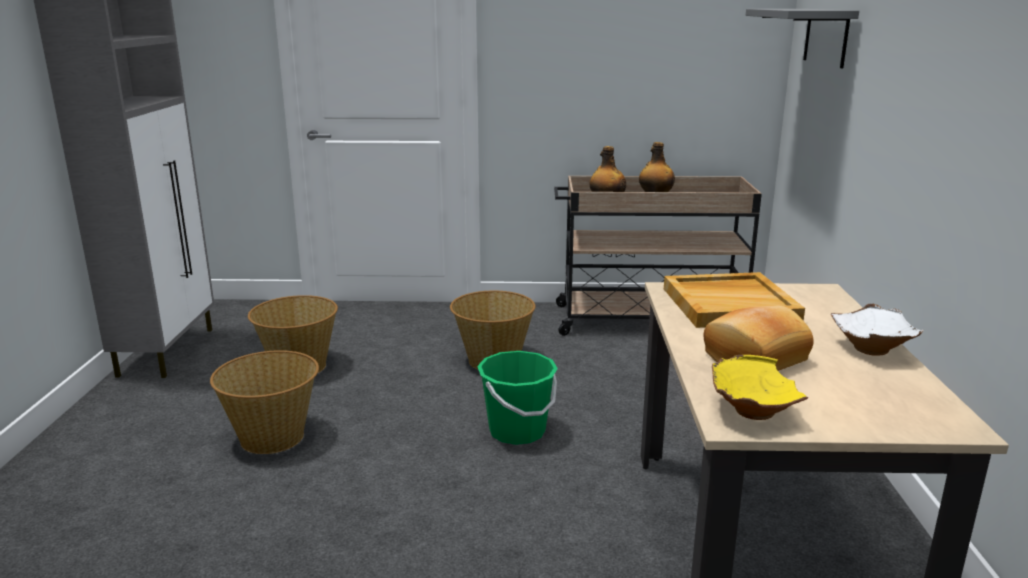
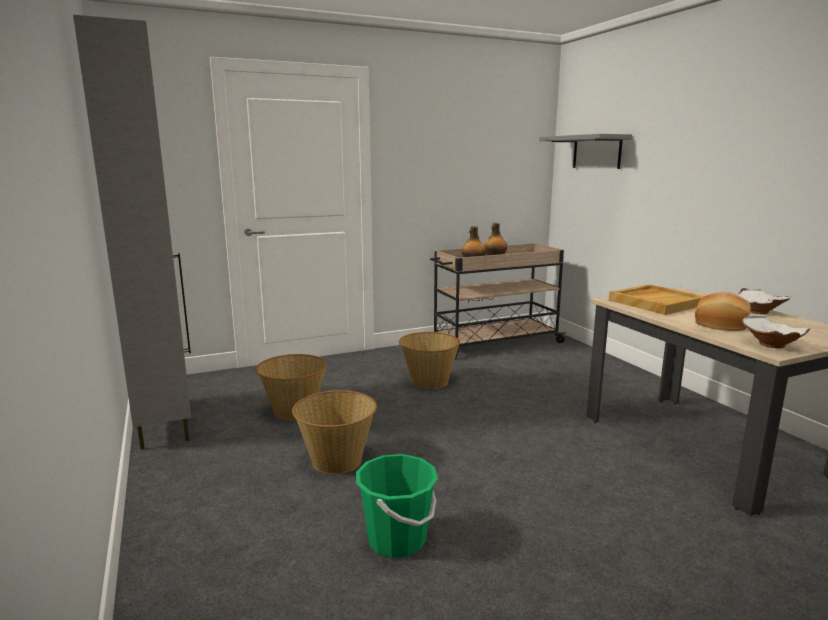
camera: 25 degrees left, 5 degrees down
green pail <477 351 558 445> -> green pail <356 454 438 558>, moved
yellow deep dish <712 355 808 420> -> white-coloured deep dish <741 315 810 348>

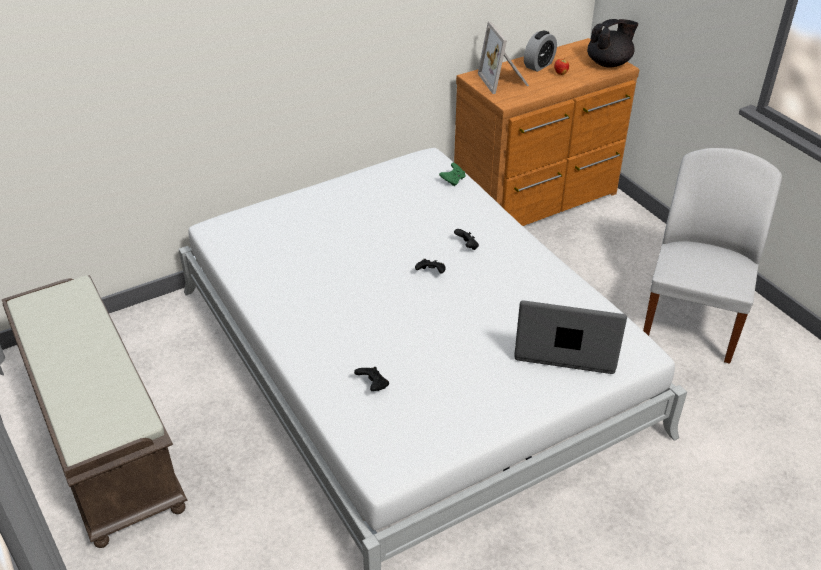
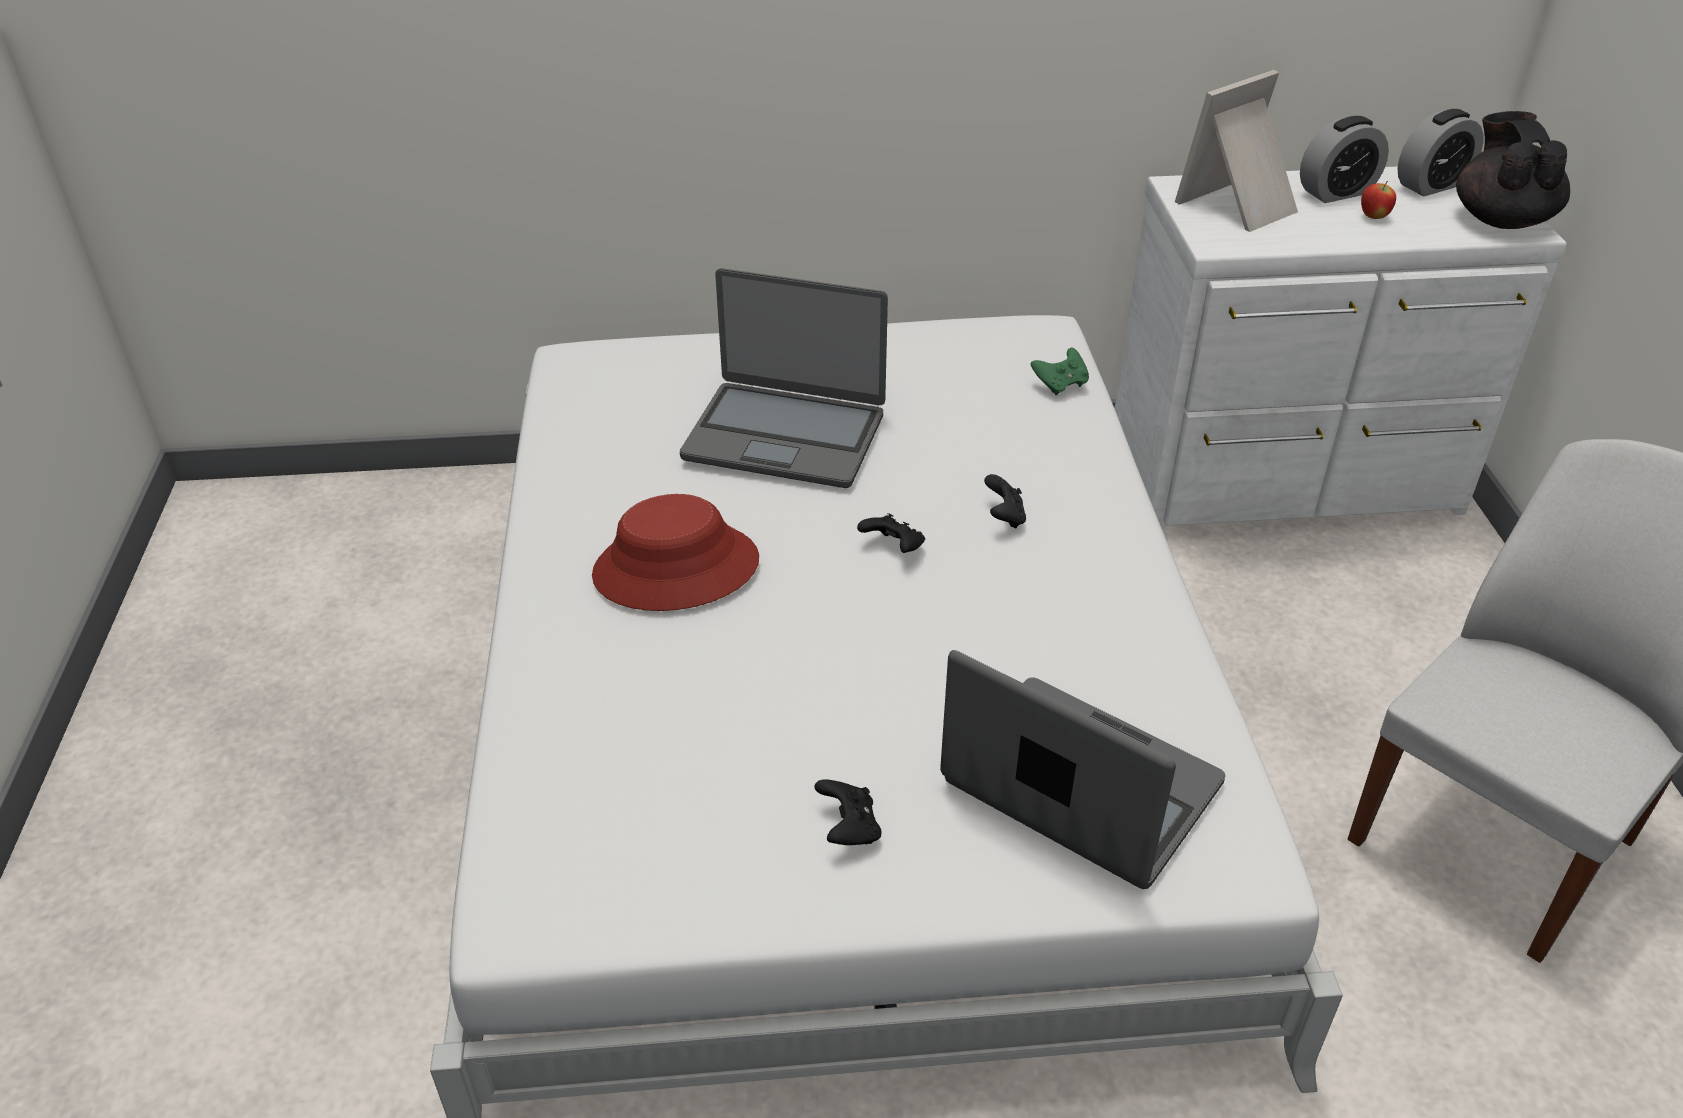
camera: 25 degrees right, 0 degrees up
brown indoor bench <2 275 187 548> -> none
none -> red-coloured wearable hat <592 494 759 611>
none -> notebook computer <680 268 888 488>
none -> table clock <1398 109 1483 196>
blackish gamepad <354 366 389 391> -> blackish gamepad <815 780 882 845>, moved
brown dresser <454 38 639 226> -> white-coloured dresser <1115 166 1566 526>
picture frame <478 21 529 94> -> picture frame <1175 70 1298 232>, 45 degrees clockwise
blackish teapot <587 19 638 68> -> blackish teapot <1456 111 1570 229>, 90 degrees counterclockwise

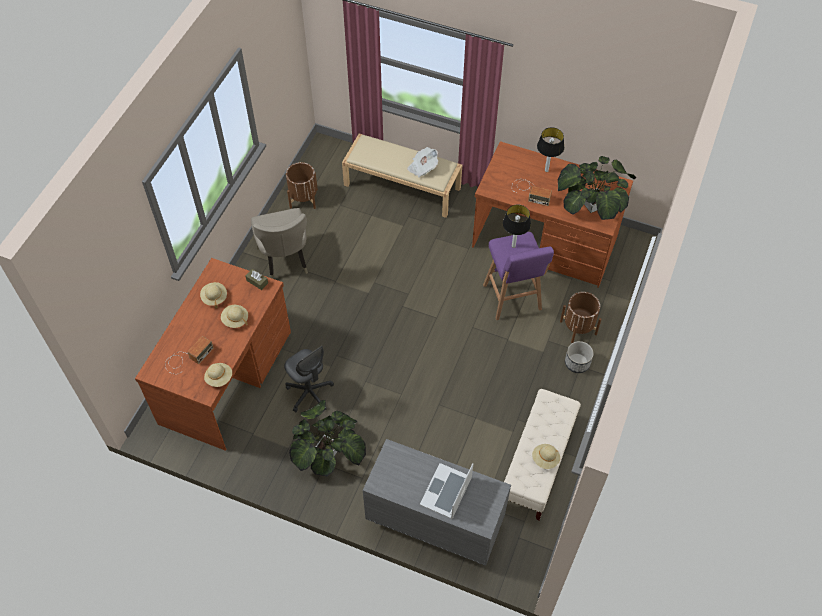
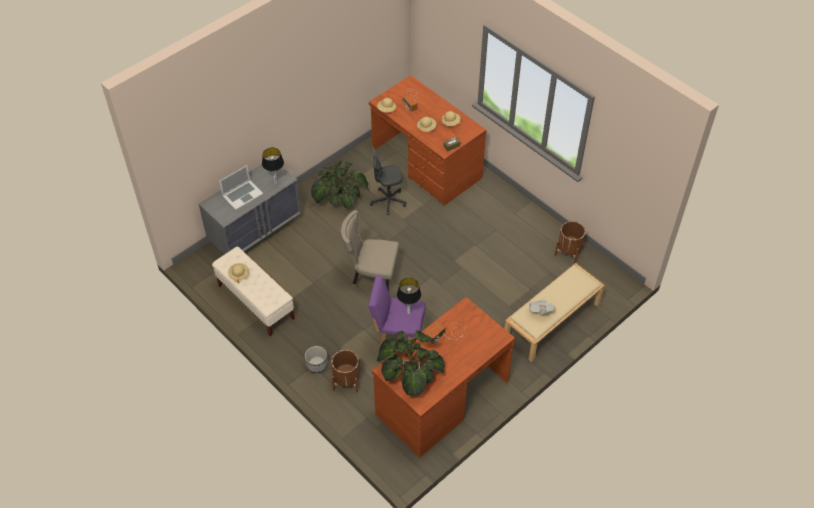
camera: 115 degrees right, 5 degrees down
beige plain chair <251 208 308 279> -> beige plain chair <341 210 399 291>, moved
lamp for a table <537 127 564 172> -> lamp for a table <262 148 284 184>, moved
notebook computer <420 463 473 519> -> notebook computer <219 165 263 210>, 90 degrees clockwise

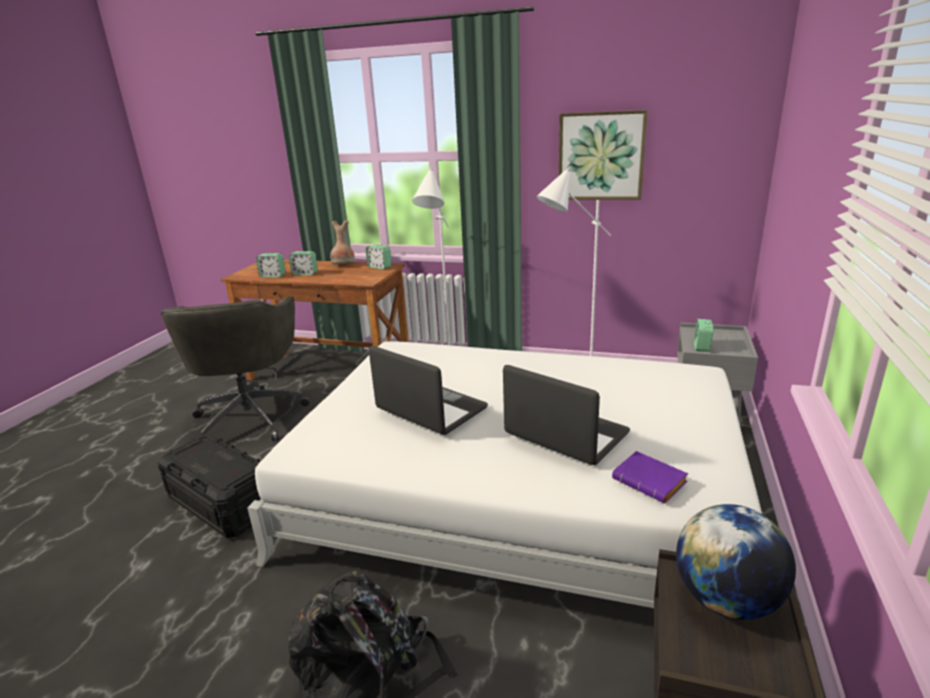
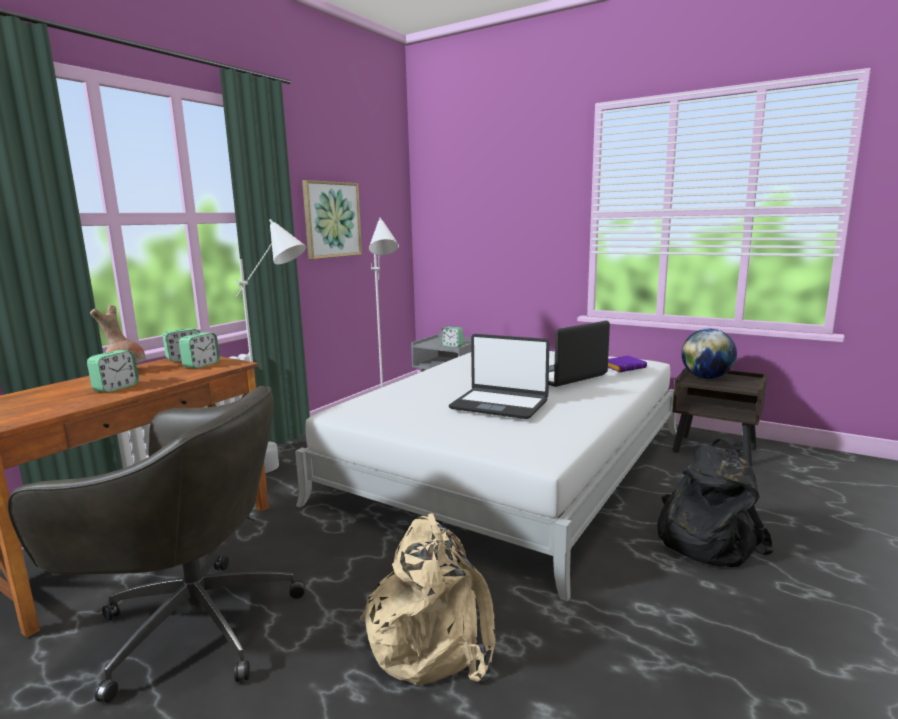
camera: 75 degrees left, 10 degrees down
table clock <256 253 286 278> -> table clock <179 332 220 369>, moved
blackish storage box <158 435 261 538> -> beige knapsack <360 513 496 685>
notebook computer <369 346 488 435> -> notebook computer <449 334 549 419>, 120 degrees counterclockwise

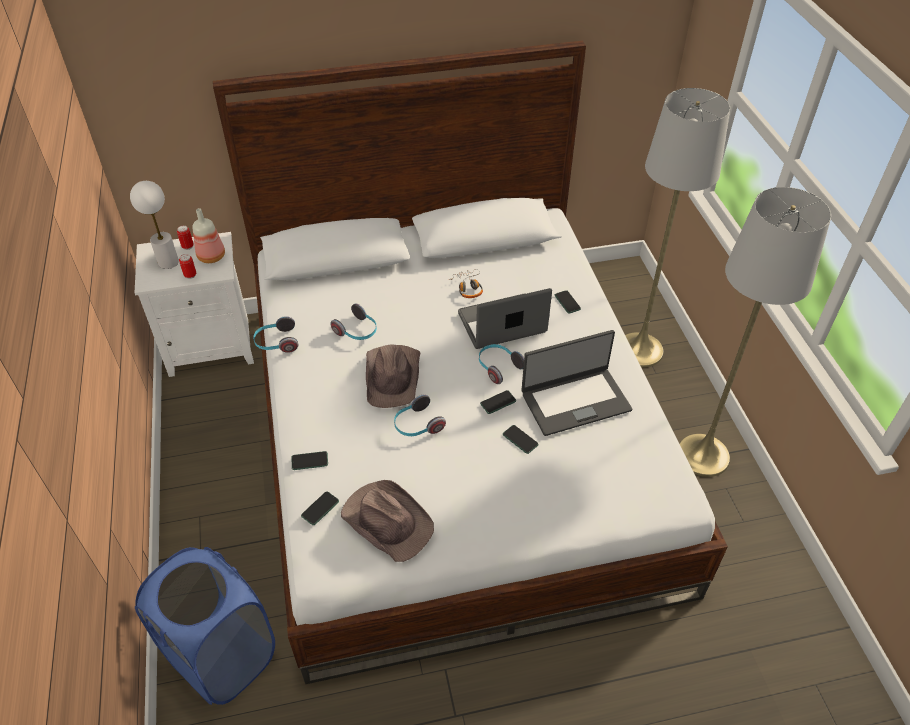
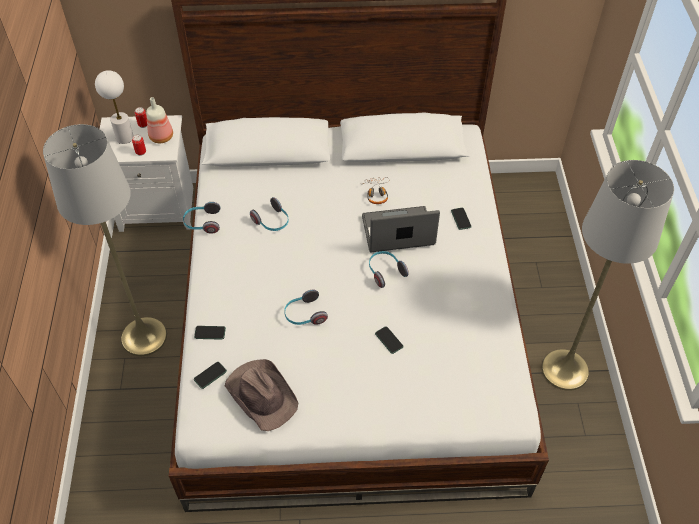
camera: 10 degrees right, 5 degrees up
blue-coloured washing basket <135 547 275 705> -> none
brown wearable hat <366 344 420 408> -> none
handset <480 390 516 414> -> none
notebook computer <521 330 632 436> -> none
grey standing lamp <625 88 730 368> -> grey standing lamp <43 124 167 356>, moved

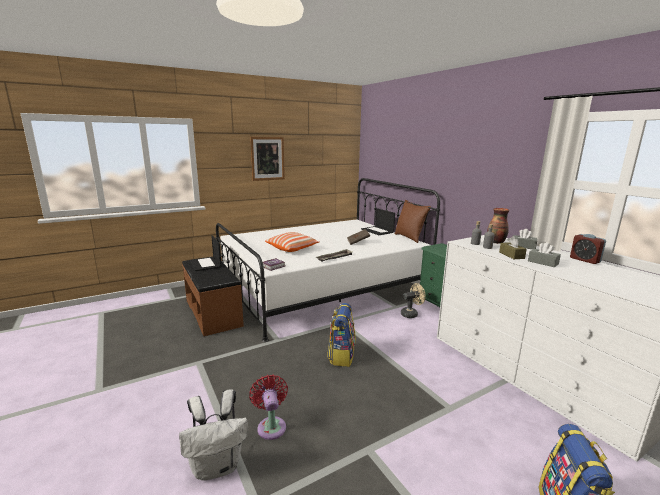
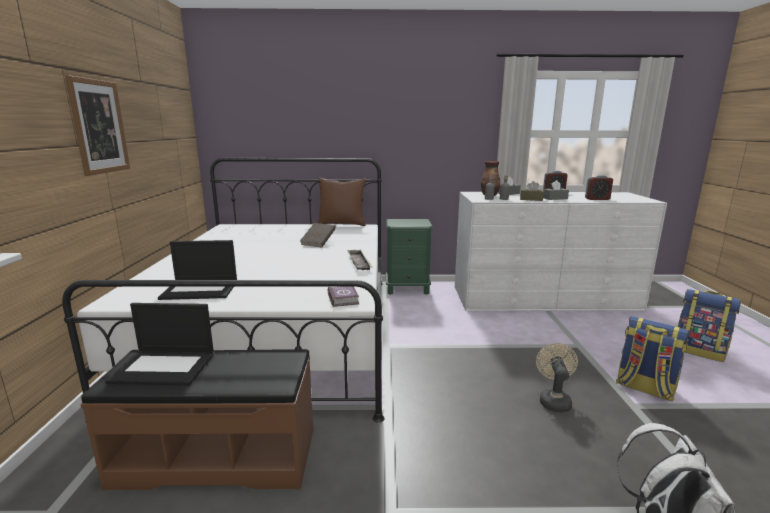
camera: 60 degrees left, 0 degrees up
red-coloured cooling fan <249 375 288 440> -> none
throw pillow <265 232 319 252> -> none
none -> table clock <585 175 613 200>
knapsack <327 303 356 367> -> knapsack <616 316 690 402>, moved
notebook computer <361 208 395 235> -> notebook computer <158 240 237 300>, moved
beige cooling fan <401 283 426 318> -> beige cooling fan <536 343 578 412>, moved

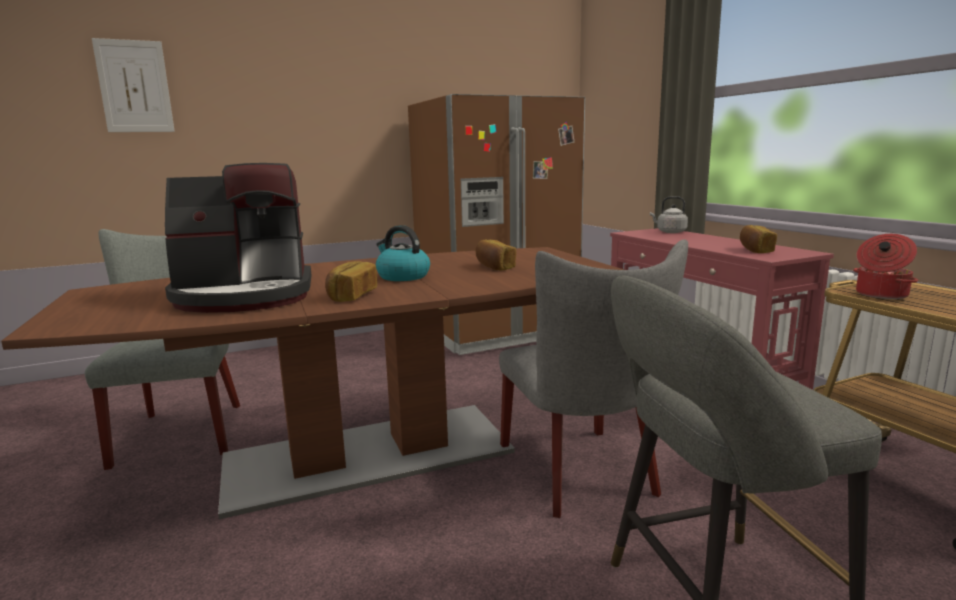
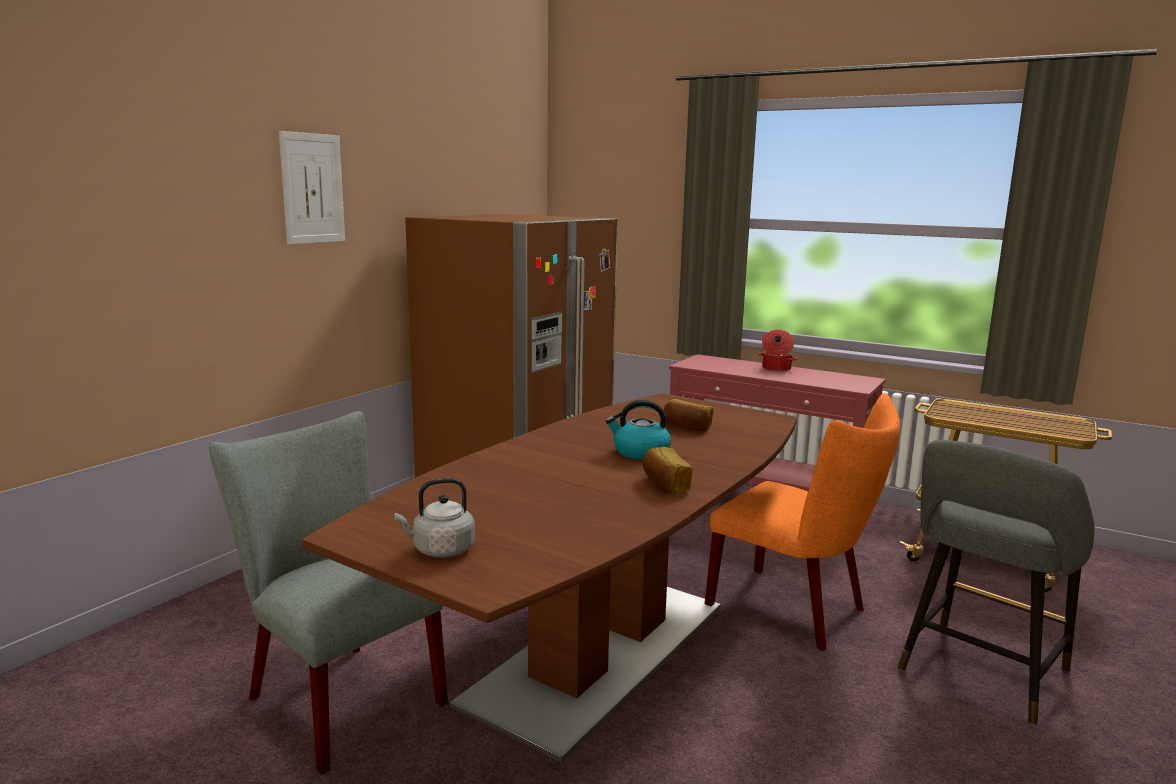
camera: 35 degrees left, 0 degrees up
coffee machine <165 163 311 313> -> none
bakery bread <740 225 777 253> -> none
picture <92 38 175 132> -> picture <279 131 345 245>, moved
grey water kettle <650 196 688 233> -> grey water kettle <394 478 475 558>, moved
cooking pot <853 234 918 299> -> cooking pot <759 330 797 372>, moved
grey plain chair <499 239 688 518> -> orange plain chair <705 393 900 651>

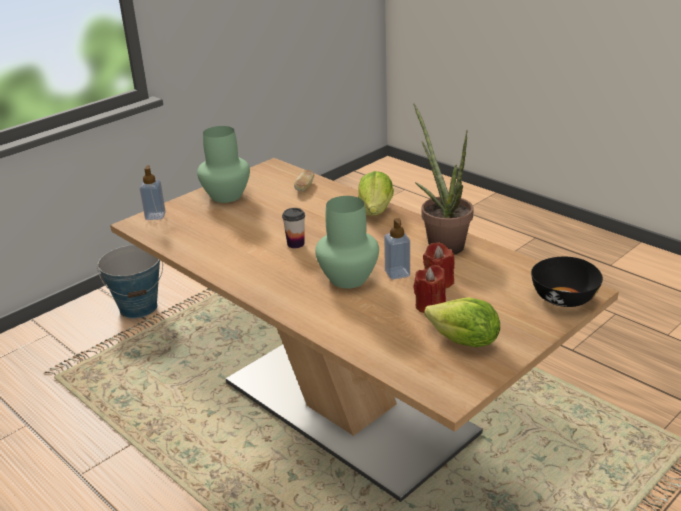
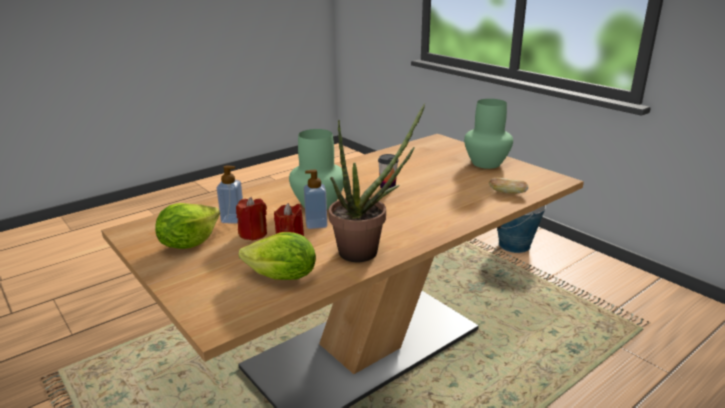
camera: 95 degrees right, 5 degrees down
blackish deep dish <531 257 603 307> -> none
soap dispenser <139 165 166 220> -> soap dispenser <217 165 243 224>, moved
lettuce <358 171 394 215> -> lettuce <239 232 316 280>, moved

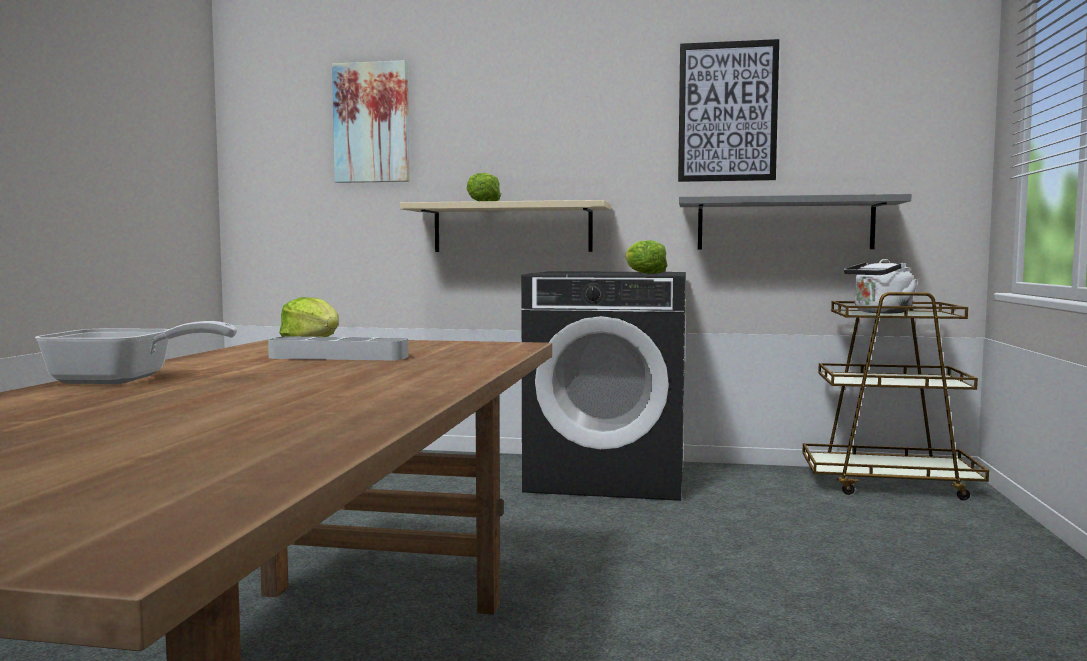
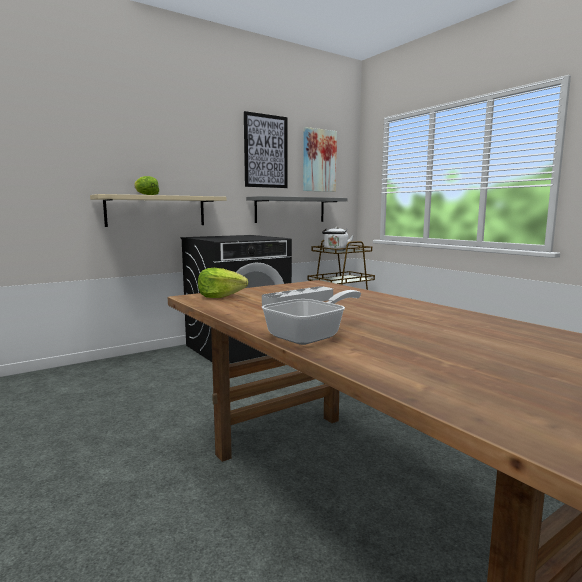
camera: 45 degrees left, 5 degrees up
lettuce <625 240 667 274> -> none
picture <332 60 410 183> -> picture <303 127 337 192>, moved

